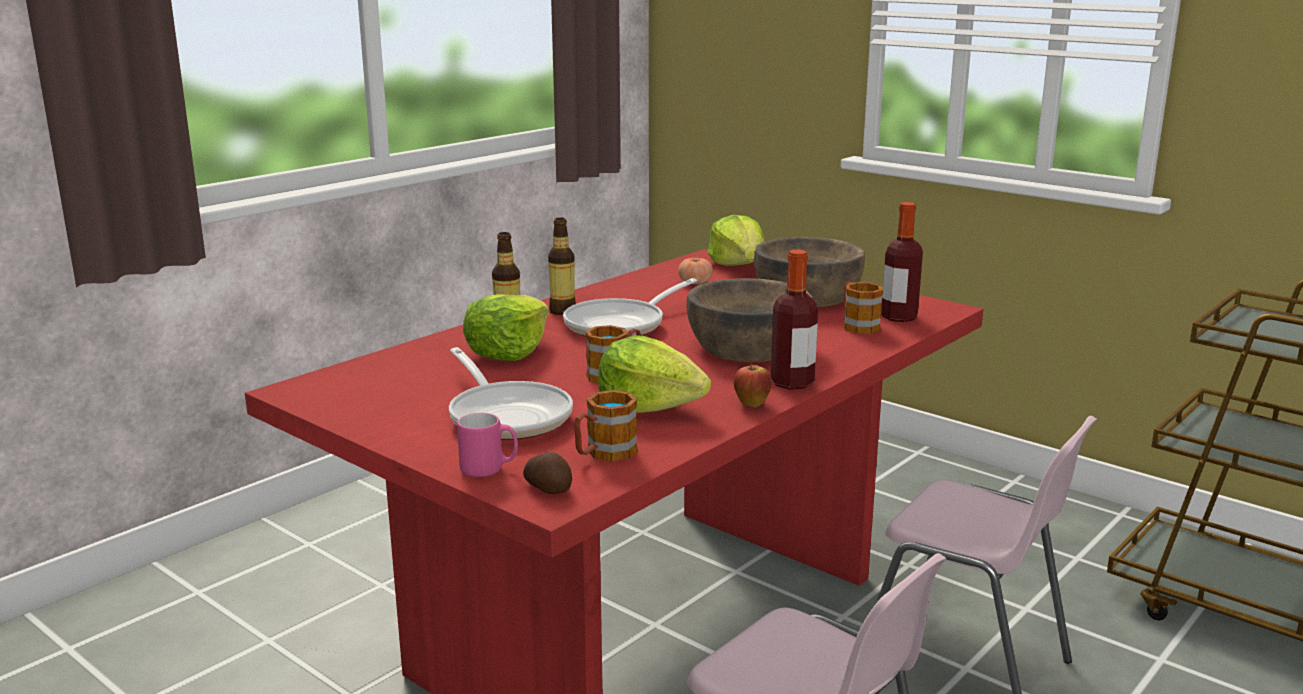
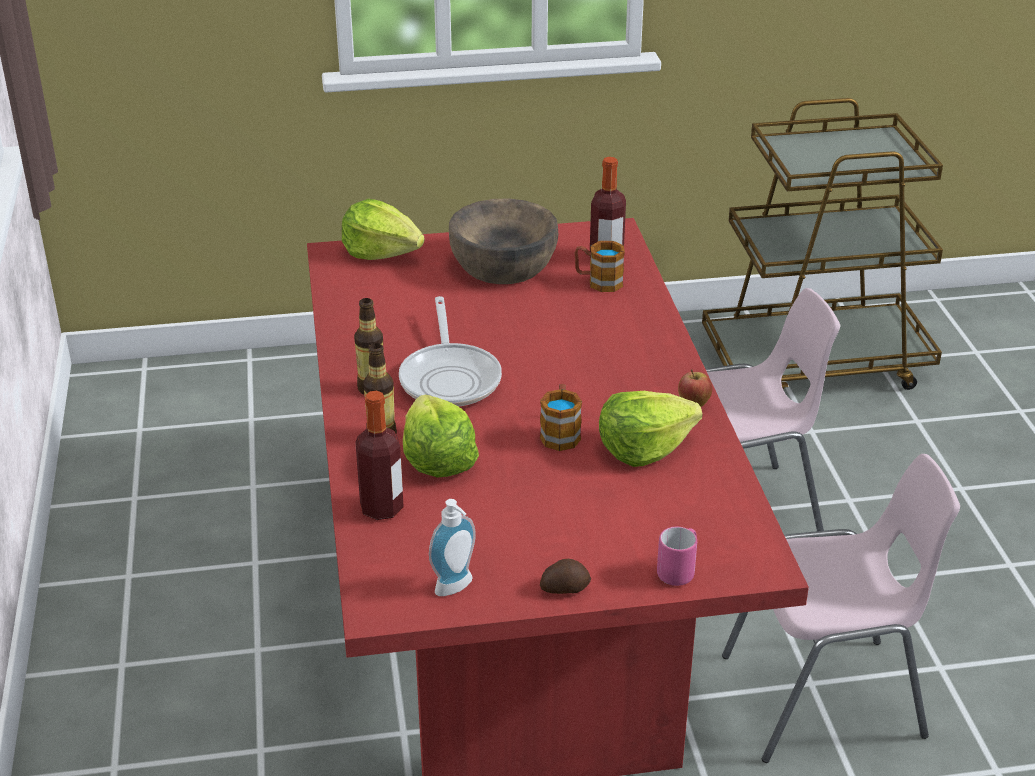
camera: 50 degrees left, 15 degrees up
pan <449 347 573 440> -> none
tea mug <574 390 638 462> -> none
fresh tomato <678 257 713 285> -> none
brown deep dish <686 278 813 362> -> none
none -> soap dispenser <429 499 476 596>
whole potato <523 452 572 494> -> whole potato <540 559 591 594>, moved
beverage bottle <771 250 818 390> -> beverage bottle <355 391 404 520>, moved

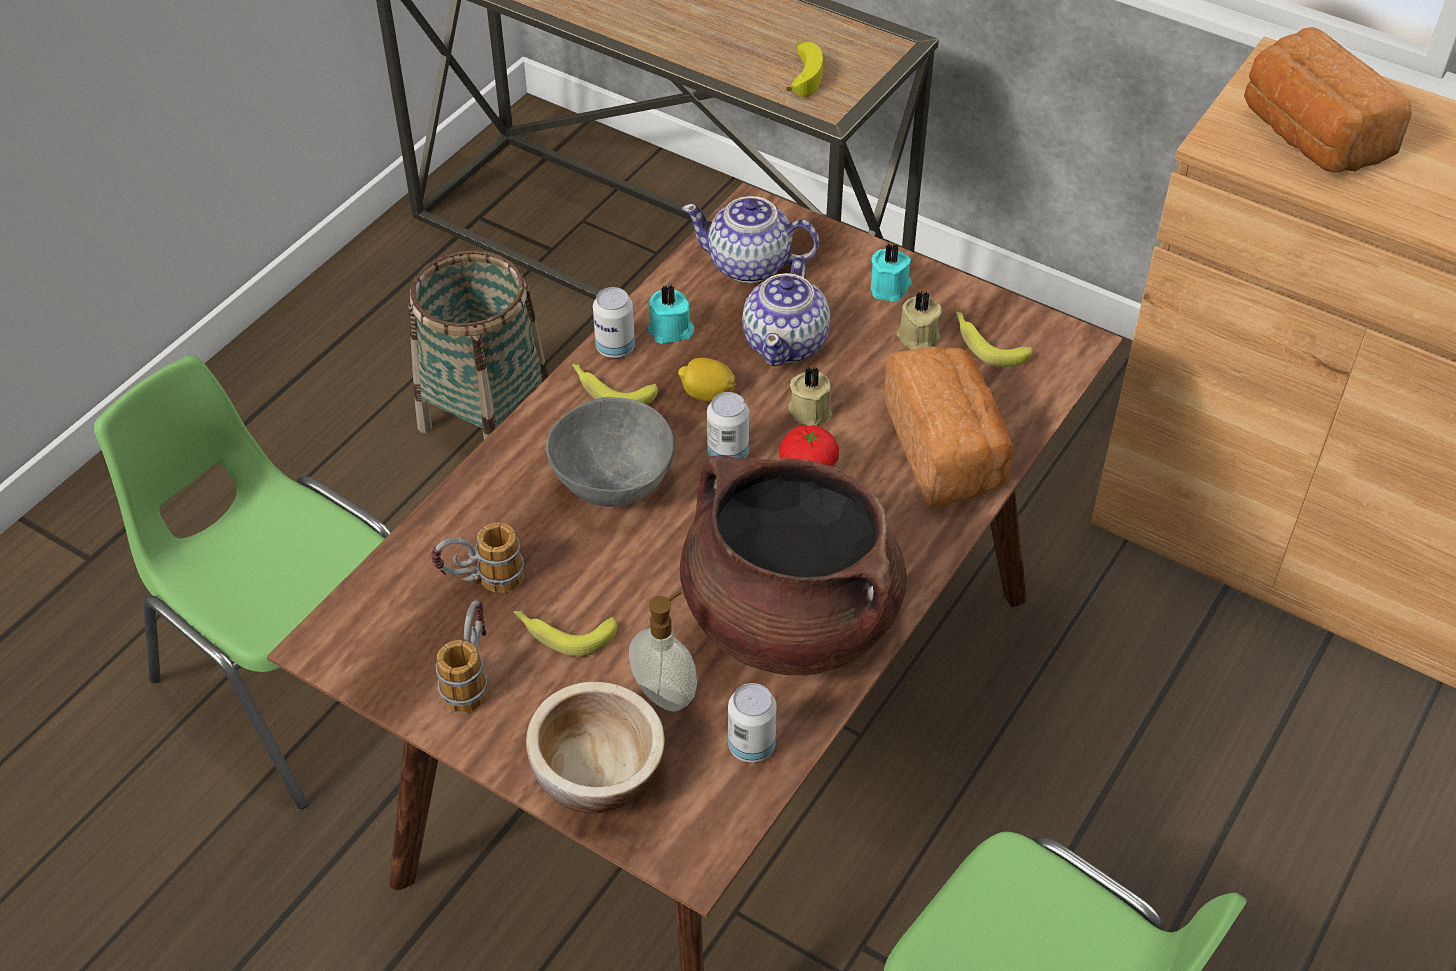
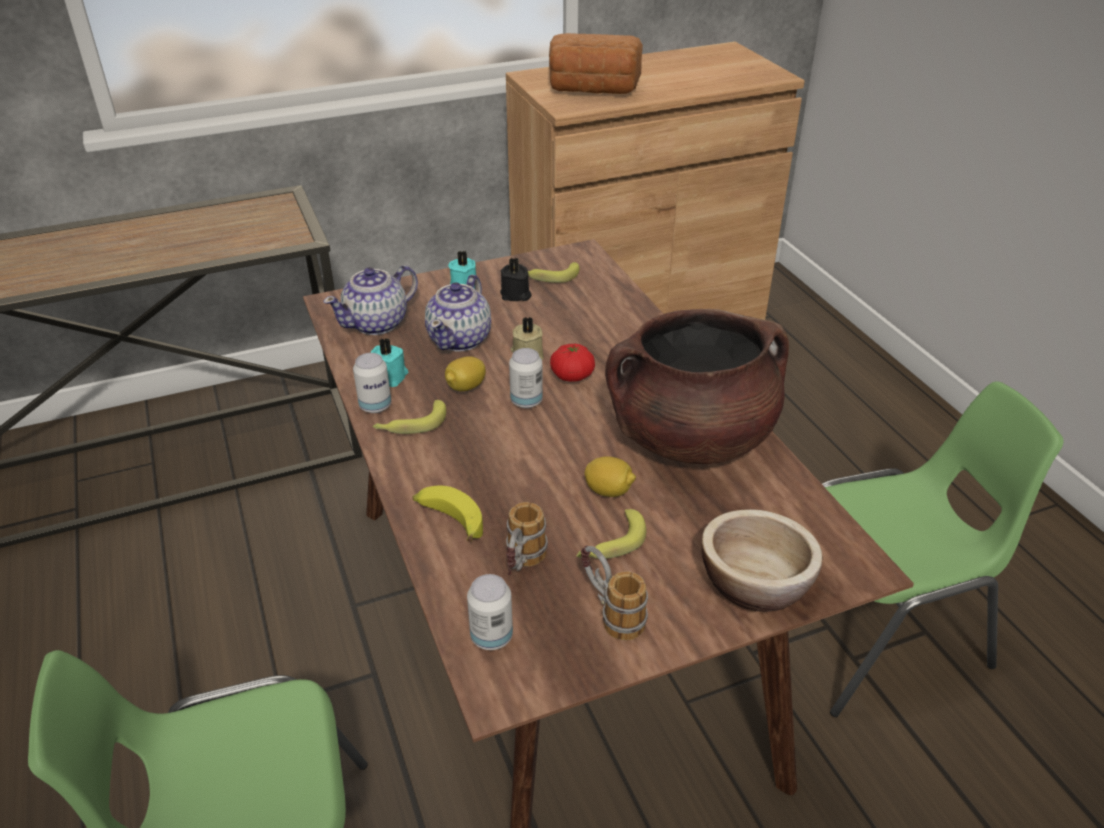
camera: 55 degrees left, 10 degrees down
storage basket <408 250 548 440> -> none
grey deep dish <546 397 675 507> -> none
soap dispenser <629 591 697 711> -> none
bakery bread <884 346 1014 508> -> none
none -> whole lemon <585 456 636 497>
can <728 683 777 763> -> can <467 574 513 650>, moved
banana fruit <786 42 823 97> -> banana fruit <413 486 483 542>, moved
beige candle <897 291 942 350> -> blackish candle <500 258 532 301>
teapot <742 255 830 366> -> teapot <425 275 491 352>, 60 degrees clockwise

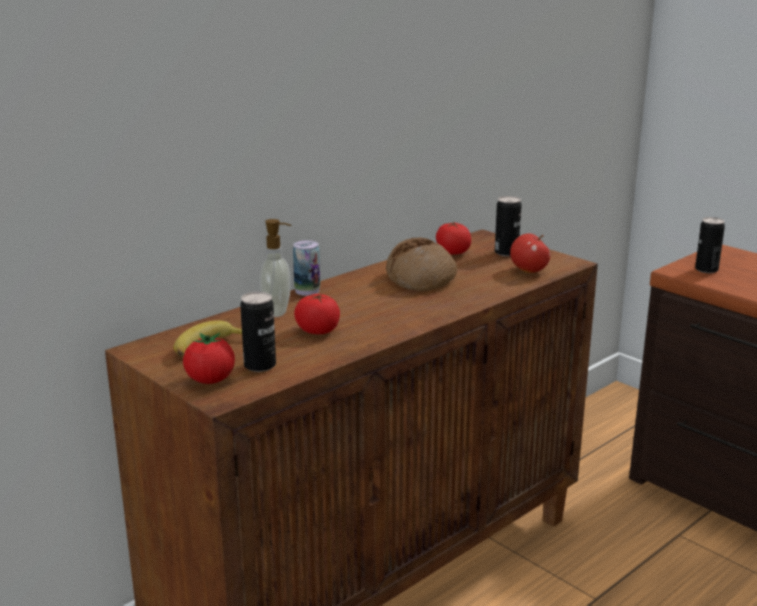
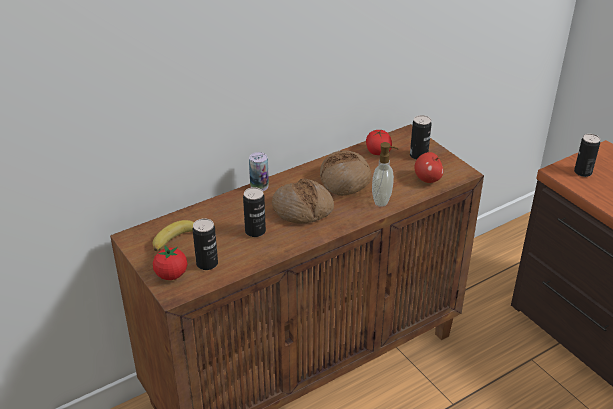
camera: 10 degrees right, 15 degrees up
none -> bakery bread <272 179 334 224>
soap dispenser <259 219 291 317> -> soap dispenser <372 142 399 207>, moved
fresh tomato <294 294 340 334> -> can <243 187 266 237>

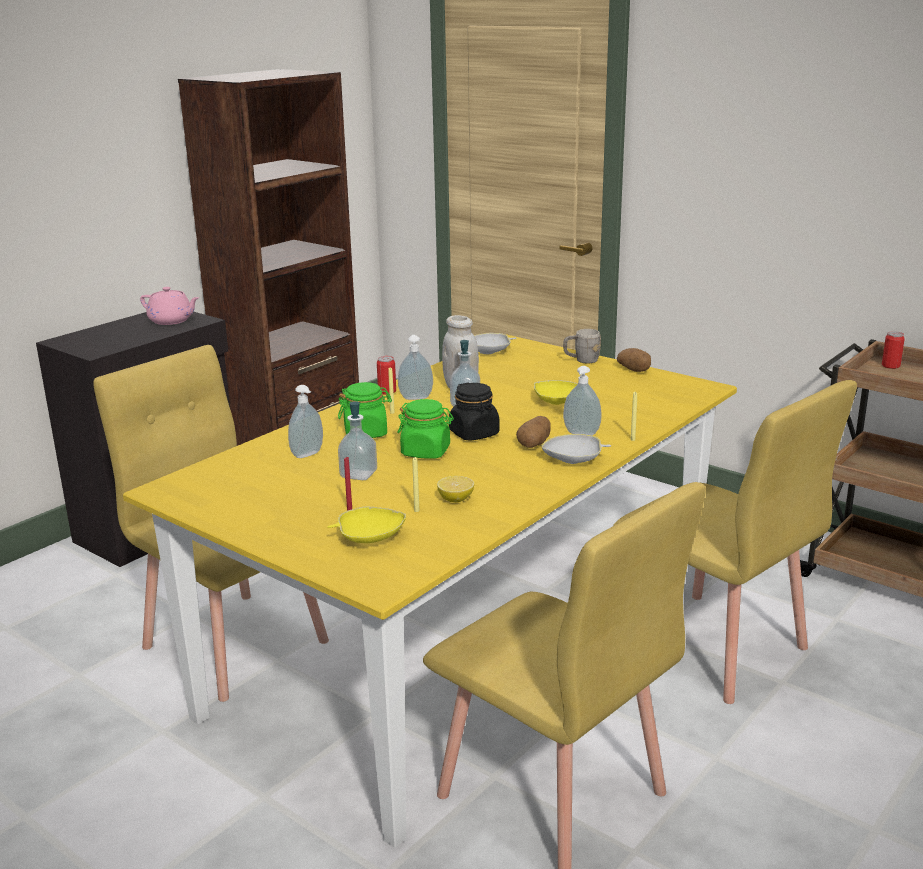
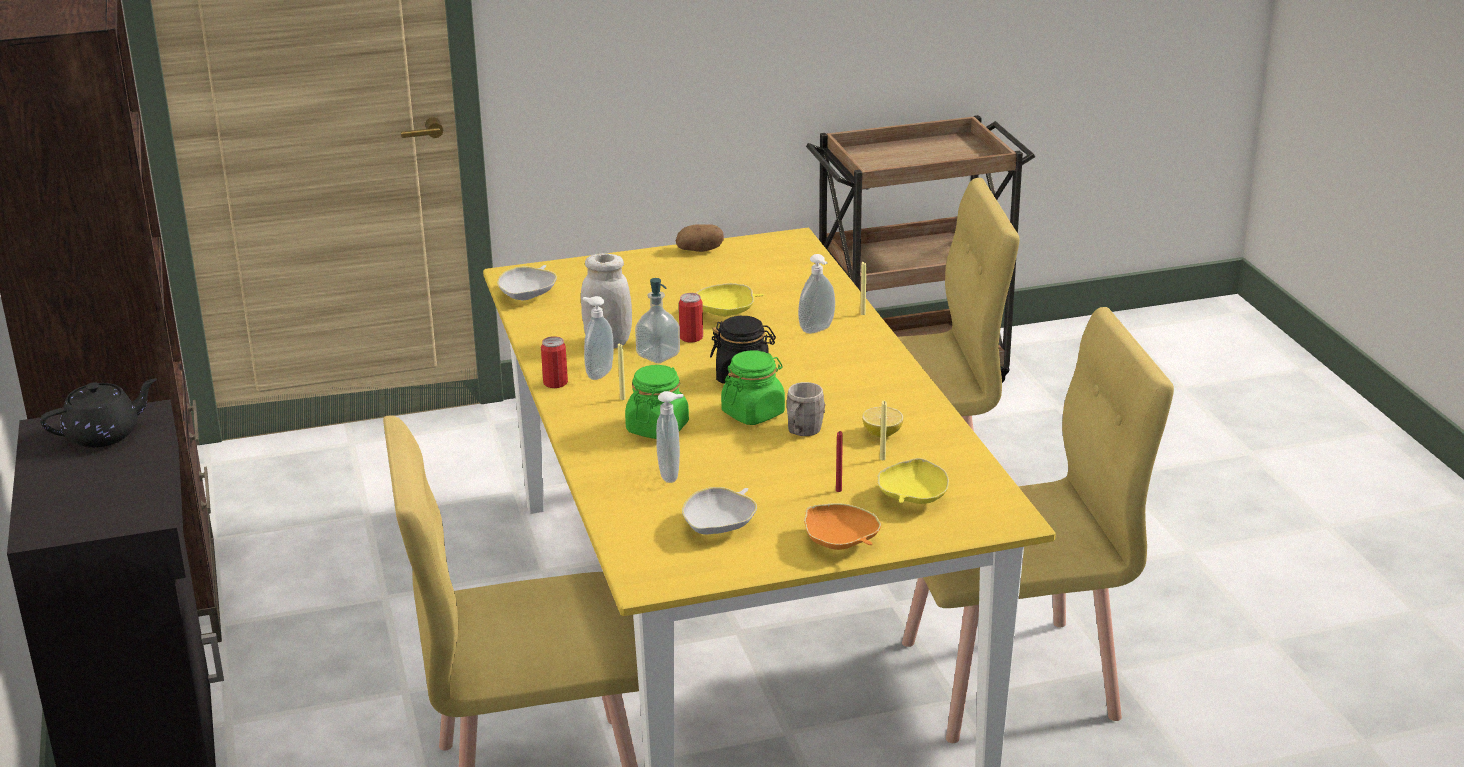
camera: 55 degrees left, 5 degrees up
soap dispenser <338 401 377 480> -> none
whole potato <516 416 551 448> -> none
none -> orange deep dish <804 503 881 550>
white-coloured deep dish <542 434 611 464> -> white-coloured deep dish <682 487 757 534>, moved
grey tea mug <563 329 601 364> -> grey tea mug <787 382 826 436>, moved
can <882 331 905 369> -> can <679 293 703 343>, moved
pink-coloured teapot <140 287 199 325> -> blackish teapot <40 378 157 448>

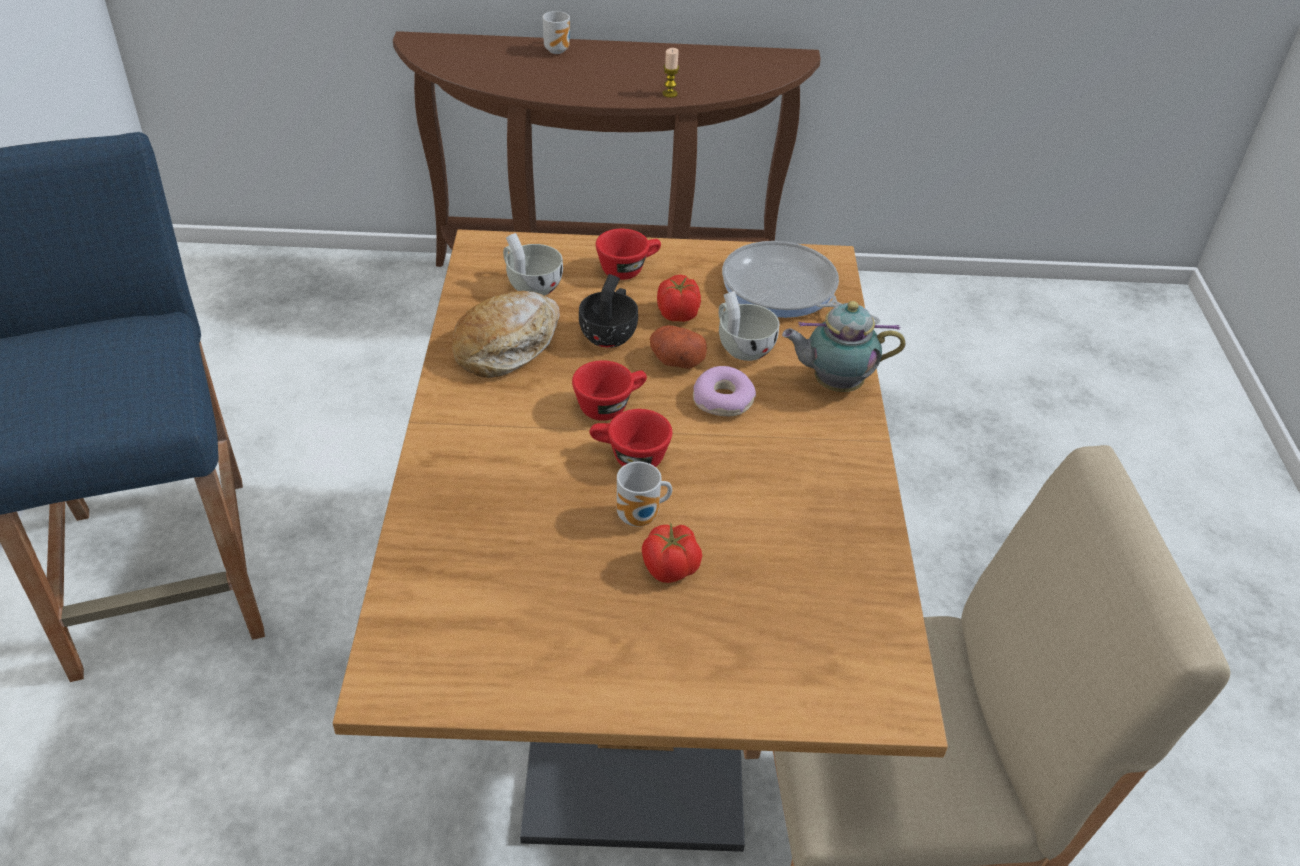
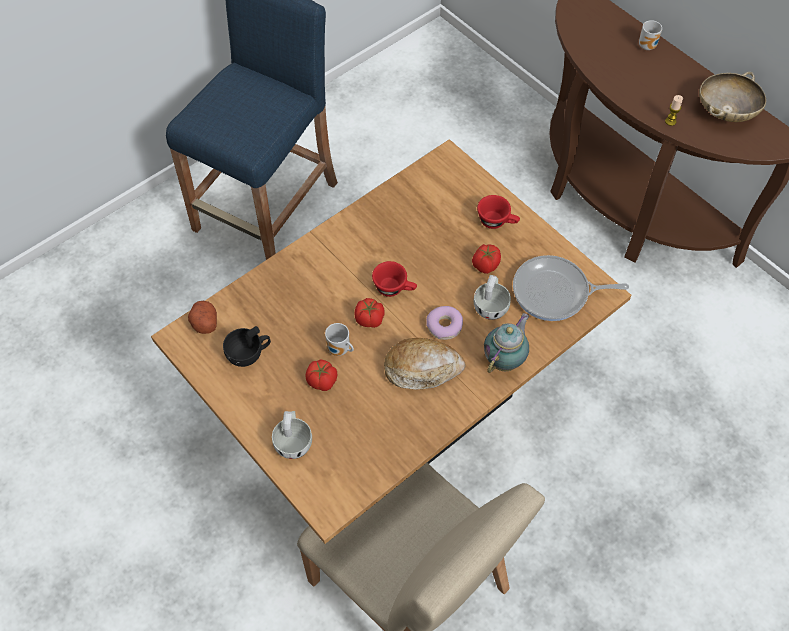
camera: 50 degrees right, 15 degrees up
none -> beige deep dish <699 72 766 122>
bakery bread <452 291 560 378> -> bakery bread <384 338 466 390>, moved
white-coloured small cup <503 233 563 296> -> white-coloured small cup <272 411 312 459>, moved
blackish small cup <579 274 638 348> -> blackish small cup <223 326 271 367>, moved
whole potato <650 325 707 369> -> whole potato <188 301 217 334>, moved
red-coloured small cup <590 409 672 467> -> fresh tomato <355 298 384 328>
pan <722 241 880 325> -> pan <513 255 629 321>, 90 degrees counterclockwise
teapot <782 301 905 392> -> teapot <484 313 529 373>, 75 degrees clockwise

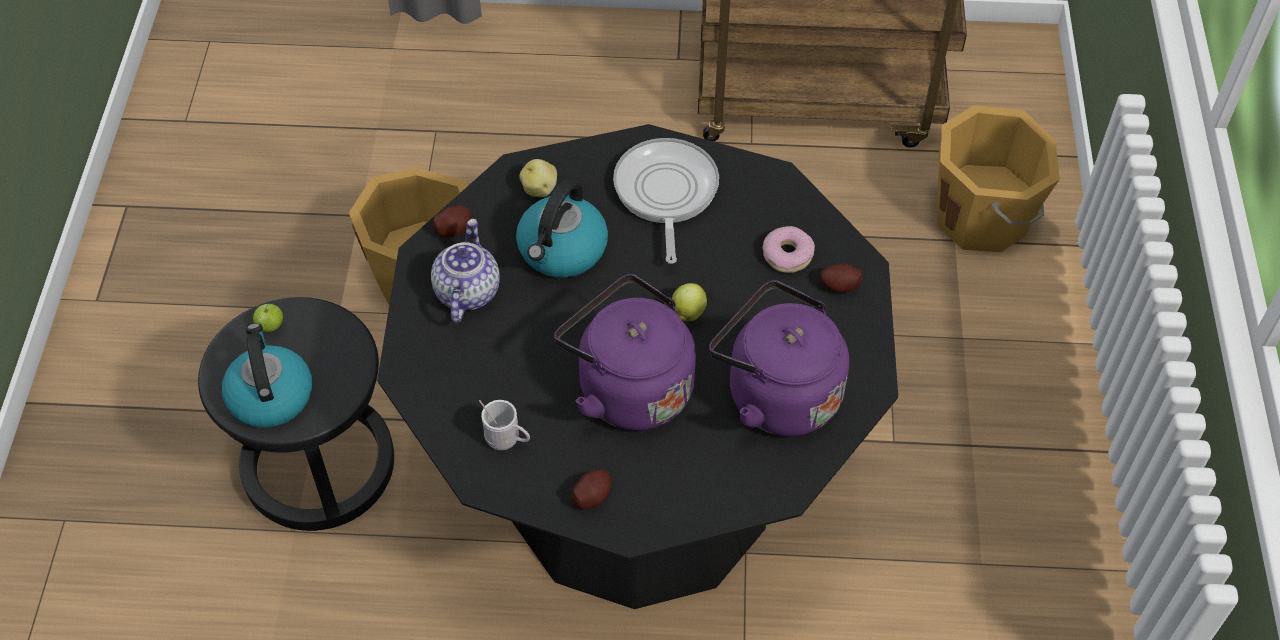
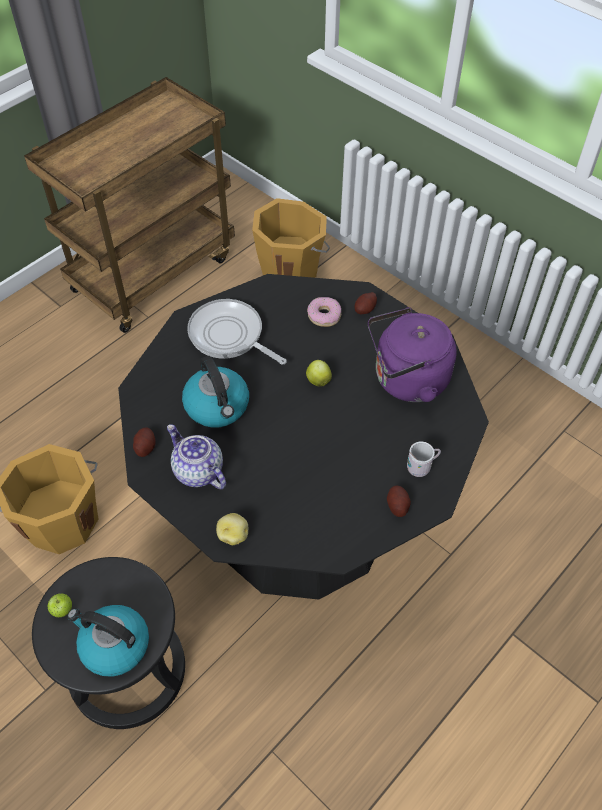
camera: 50 degrees left, 0 degrees up
purple water kettle <554 274 696 430> -> none
white-coloured tea mug <479 400 530 450> -> white-coloured tea mug <407 441 441 477>, moved
whole potato <519 159 557 197> -> whole potato <216 513 248 545>, moved

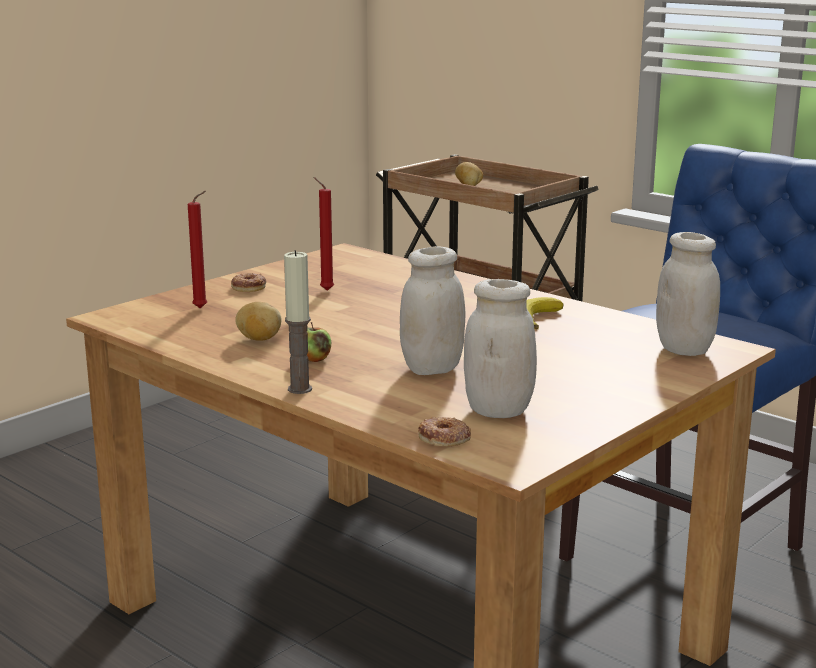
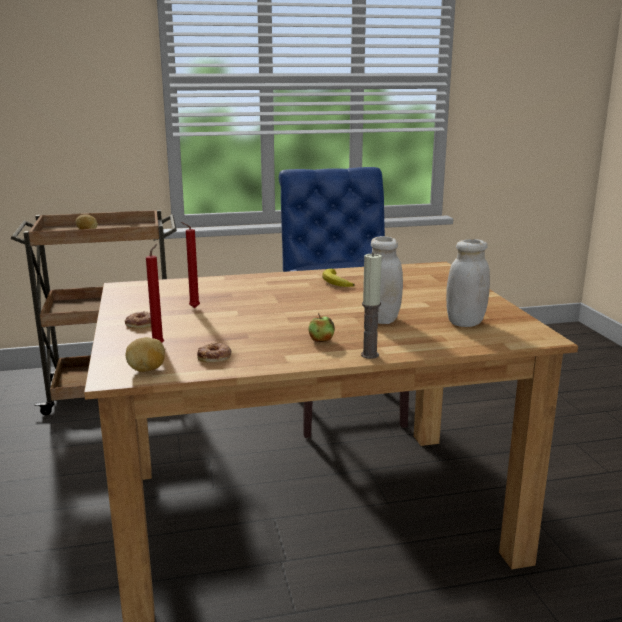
camera: 55 degrees left, 0 degrees up
white-coloured preserve jar <656 232 720 356> -> none
whole potato <235 302 282 341> -> whole potato <126 337 165 372>, moved
doughnut <418 417 471 446> -> doughnut <197 343 232 363>, moved

